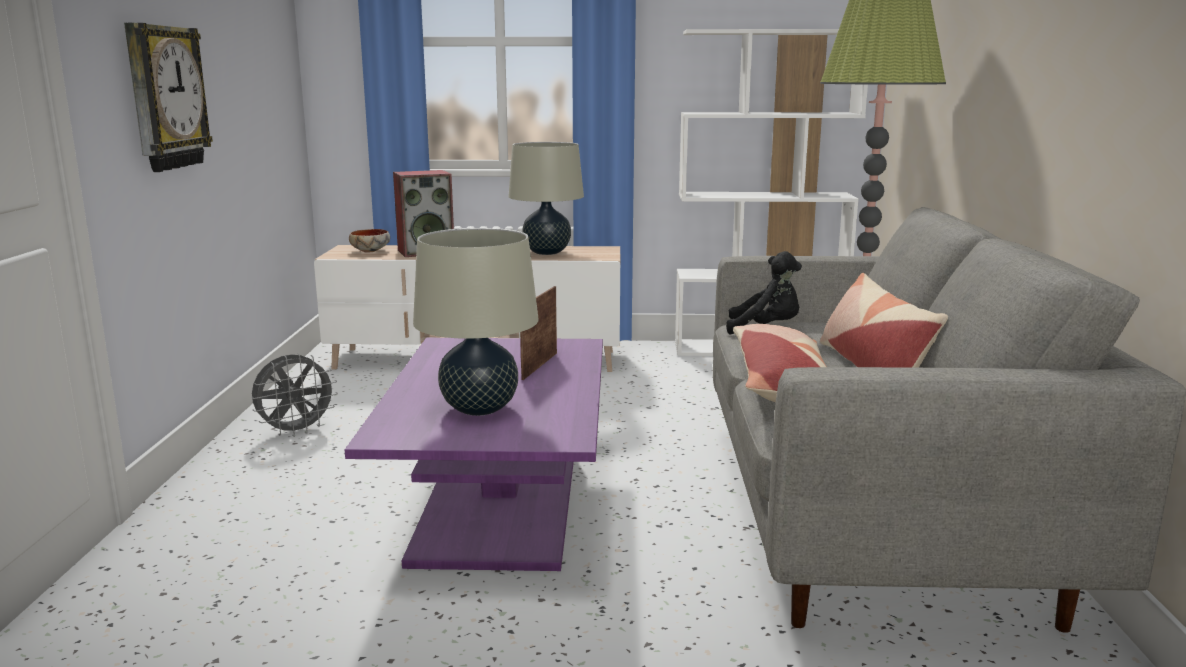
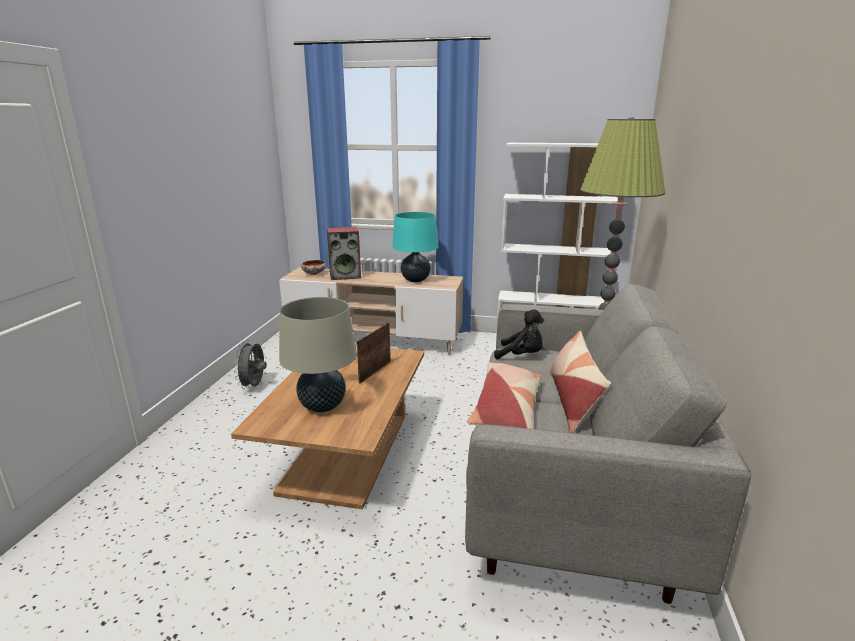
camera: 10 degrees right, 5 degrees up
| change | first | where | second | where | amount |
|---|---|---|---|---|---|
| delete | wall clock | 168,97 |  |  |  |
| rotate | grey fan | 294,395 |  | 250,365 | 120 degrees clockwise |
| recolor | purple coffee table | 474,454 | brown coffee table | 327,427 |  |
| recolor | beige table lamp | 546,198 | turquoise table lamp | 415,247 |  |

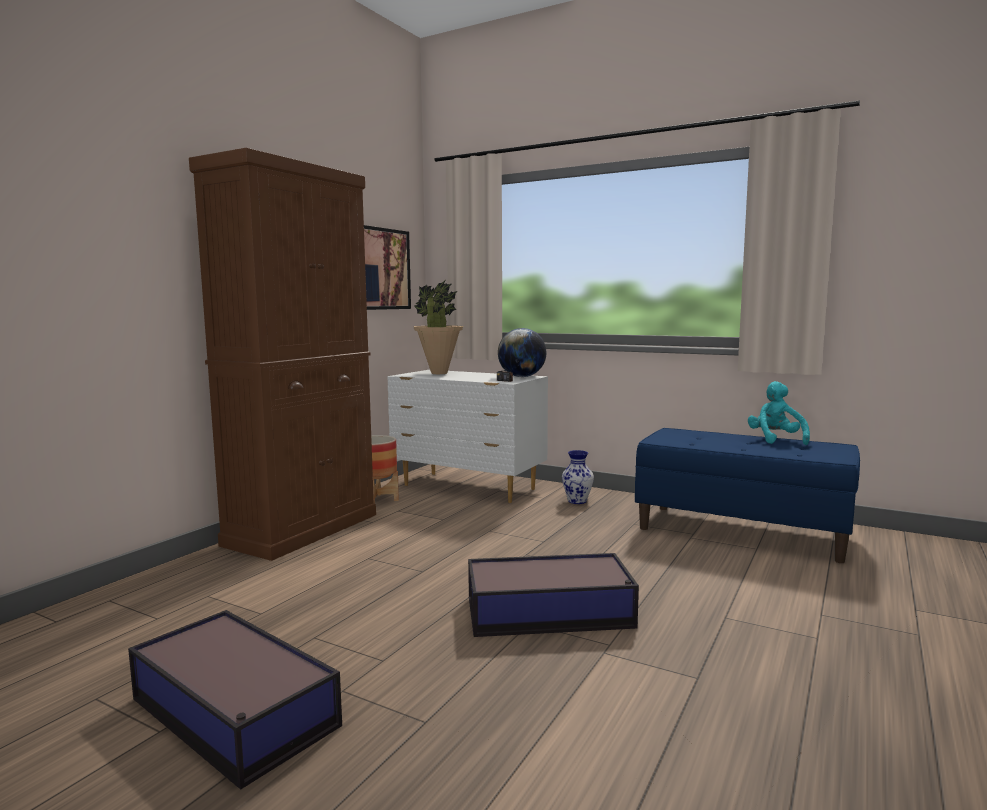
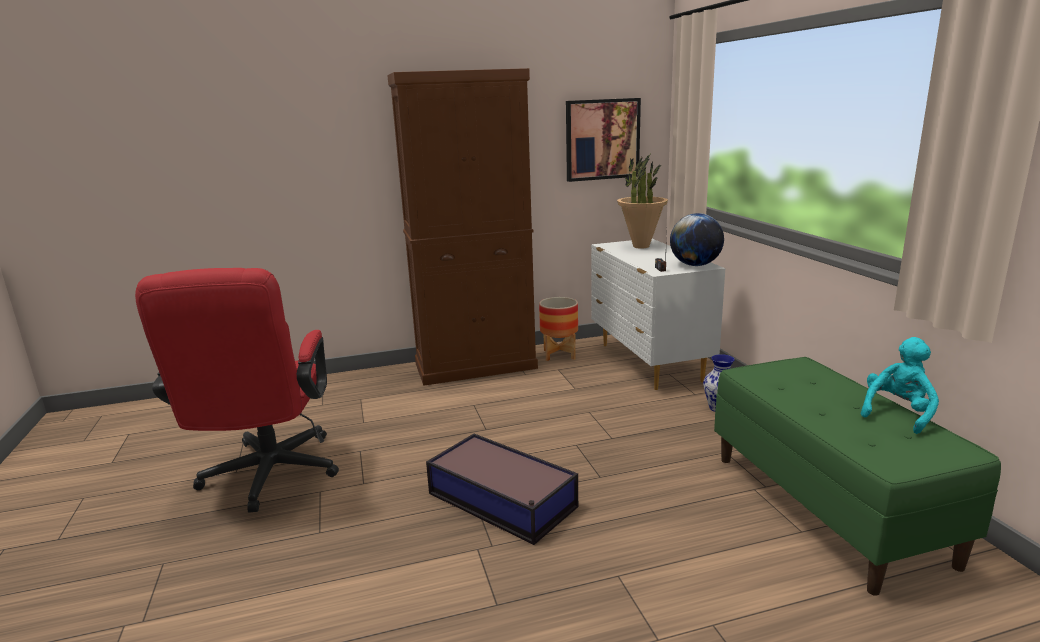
camera: 45 degrees right, 10 degrees up
| change | first | where | second | where | amount |
|---|---|---|---|---|---|
| replace | storage box | 235,700 | red office chair | 237,390 |  |
| recolor | blue bench | 747,495 | green bench | 857,476 |  |

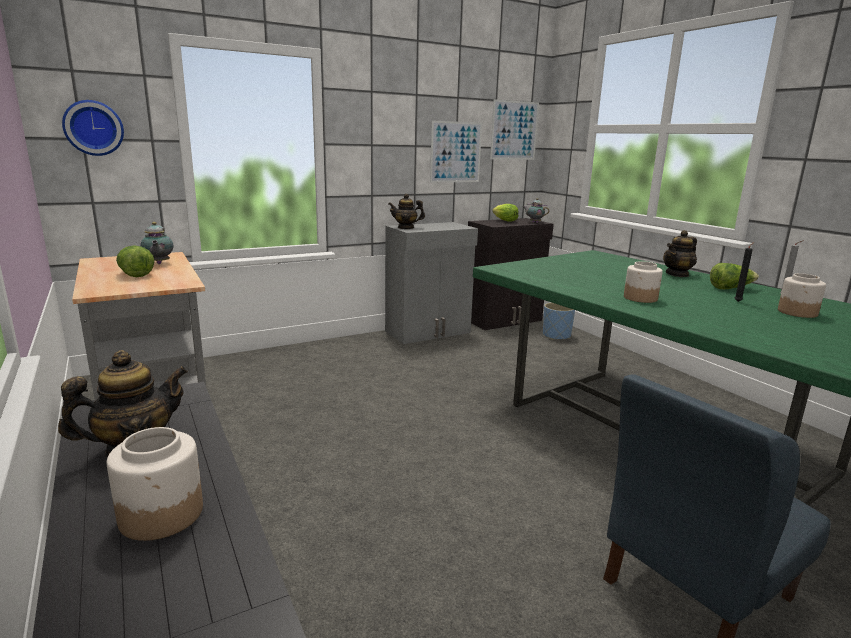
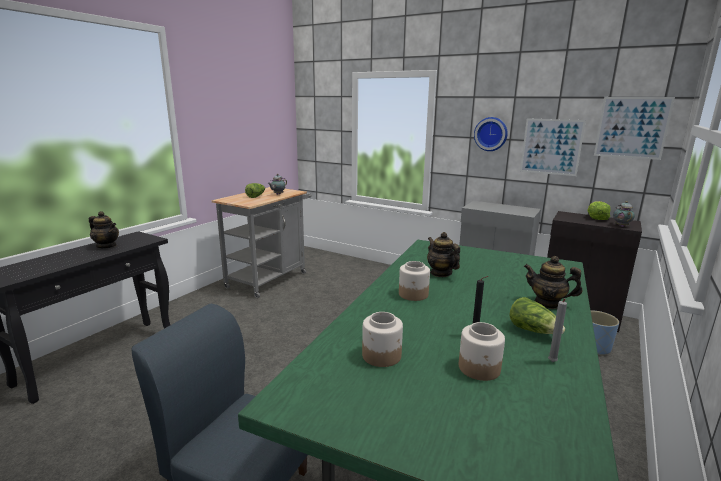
camera: 60 degrees right, 0 degrees up
| change | first | where | second | where | amount |
|---|---|---|---|---|---|
| move | wall clock | 93,128 |  | 491,134 |  |
| move | jar | 155,484 |  | 382,339 |  |
| move | teapot | 407,211 |  | 443,254 |  |

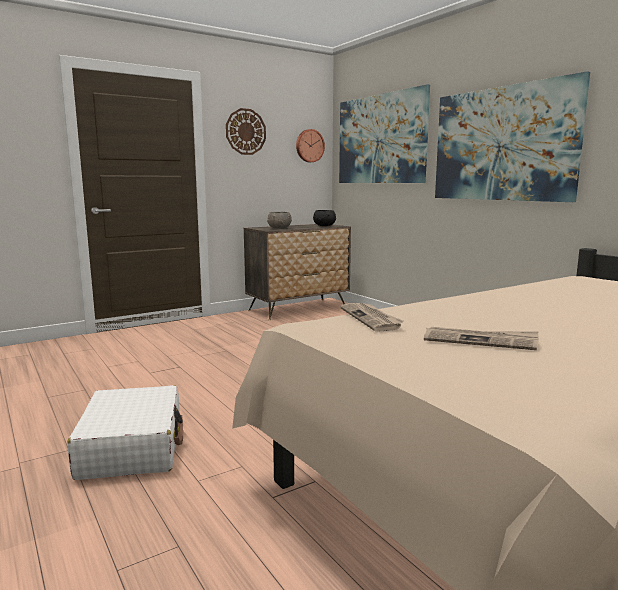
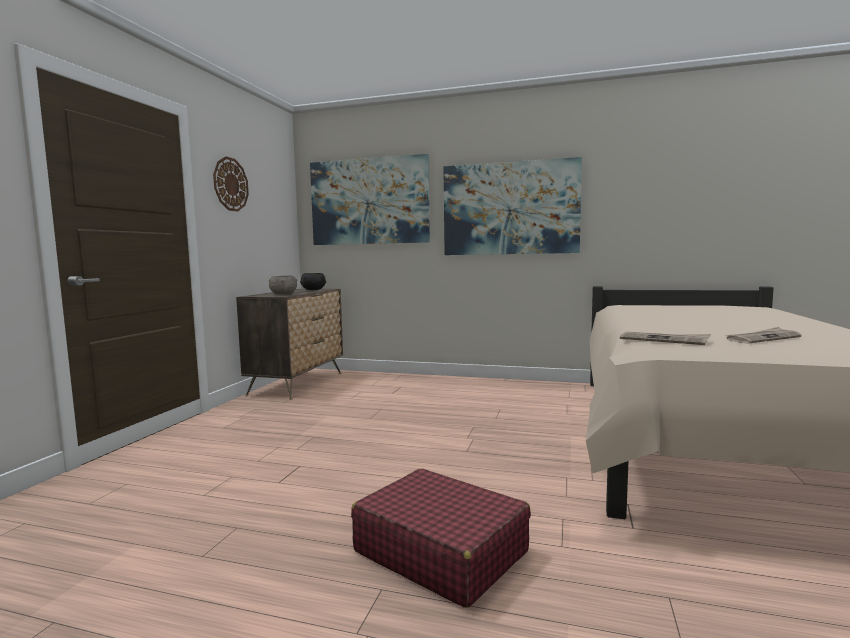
camera: 40 degrees left, 5 degrees down
| change | first | where | second | where | amount |
|---|---|---|---|---|---|
| recolor | white suitcase | 125,432 | red suitcase | 441,538 |  |
| delete | wall clock | 310,145 |  |  |  |

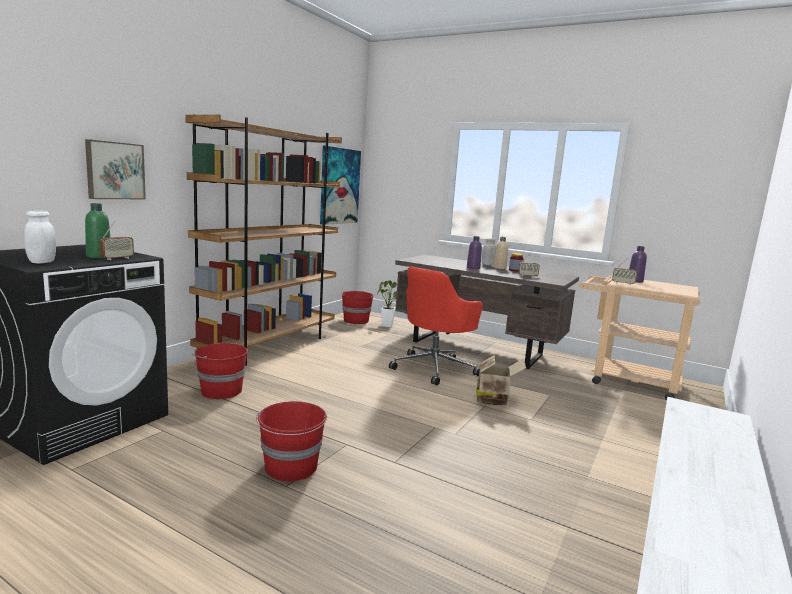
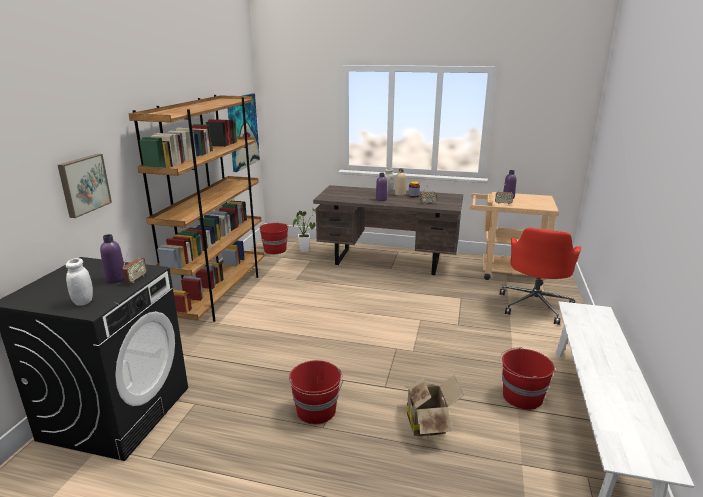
camera: 15 degrees left, 10 degrees up
| change | first | where | second | where | amount |
|---|---|---|---|---|---|
| recolor | green bottle | 97,230 | purple bottle | 112,258 |  |
| move | red bucket | 220,370 |  | 527,378 |  |
| move | red office chair | 436,326 |  | 540,276 |  |
| move | cardboard box | 501,380 |  | 435,406 |  |

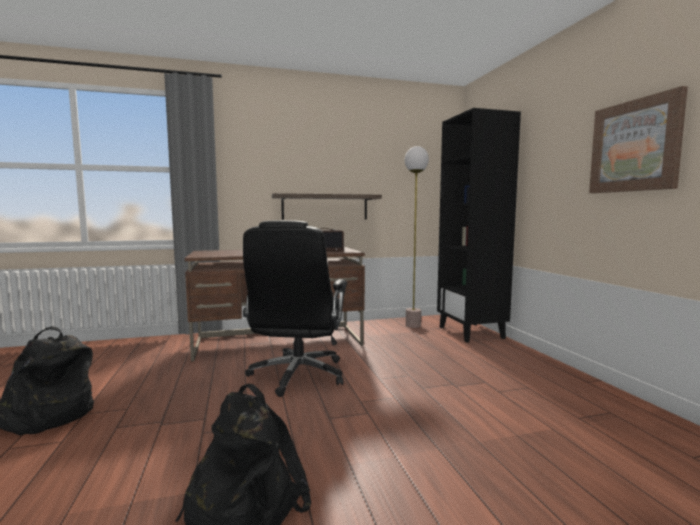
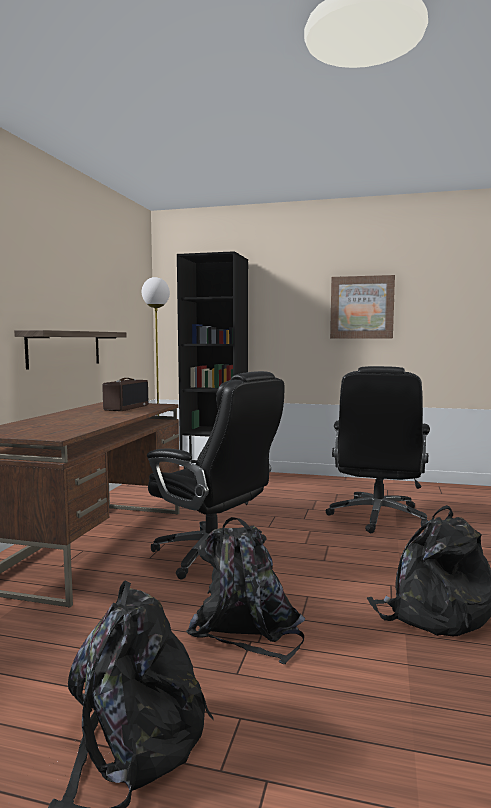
camera: 60 degrees left, 0 degrees up
| change | first | where | second | where | amount |
|---|---|---|---|---|---|
| insert |  |  | black backpack | 245,590 |  |
| insert |  |  | black office chair | 377,449 |  |

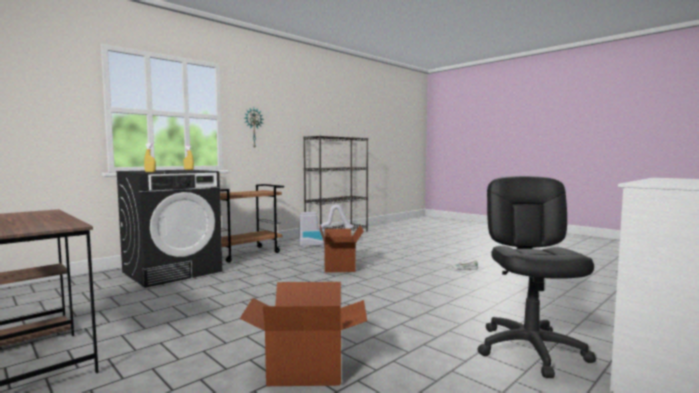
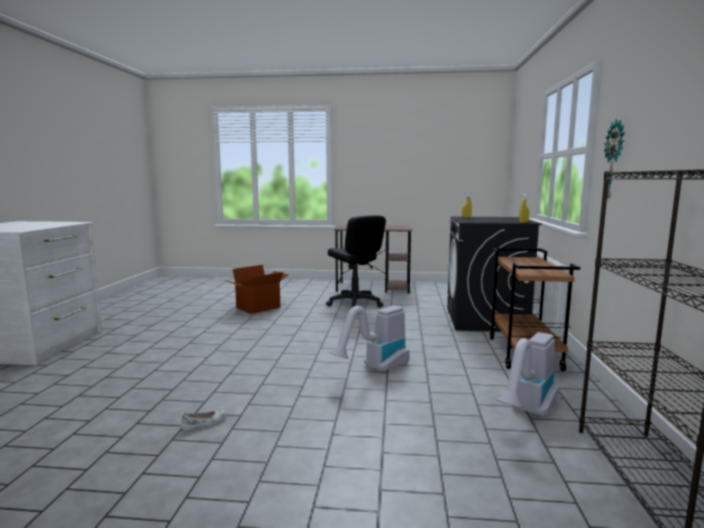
camera: 140 degrees right, 5 degrees up
| change | first | where | second | where | amount |
|---|---|---|---|---|---|
| replace | cardboard box | 342,249 | vacuum cleaner | 369,338 |  |
| move | black office chair | 536,277 |  | 356,261 |  |

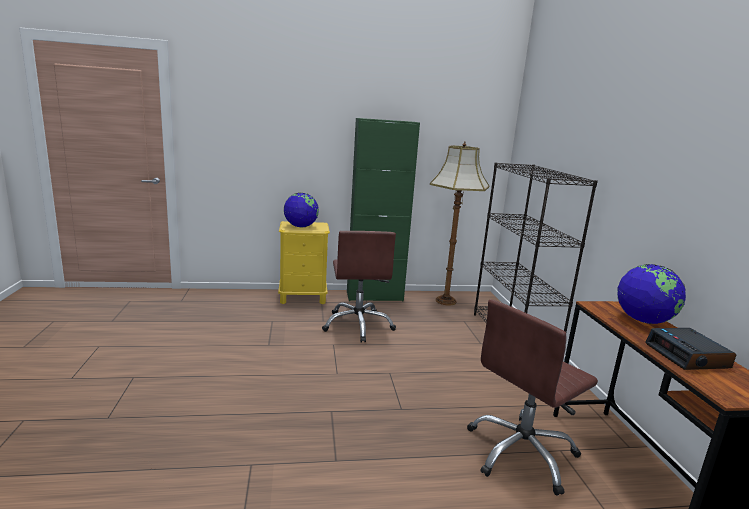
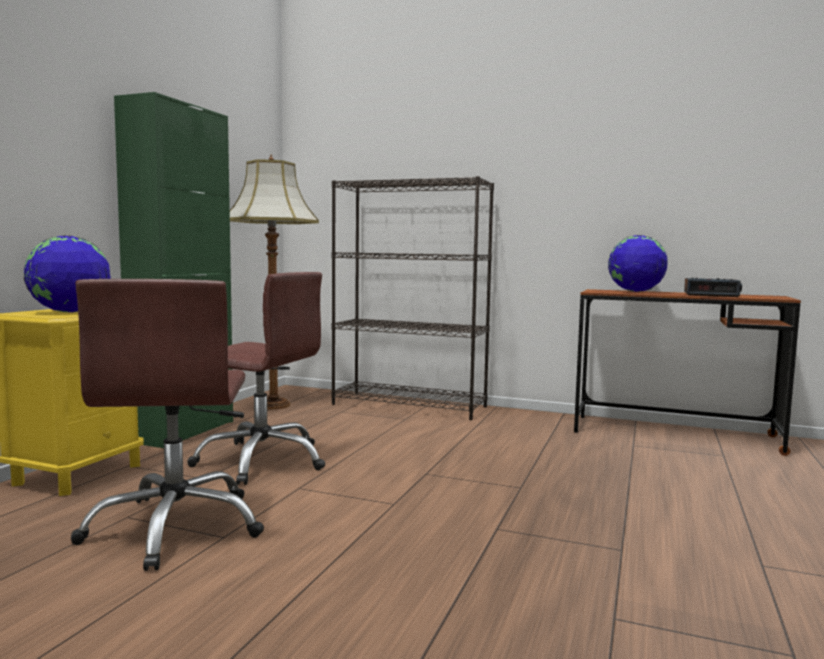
camera: 60 degrees left, 10 degrees down
| change | first | where | second | where | amount |
|---|---|---|---|---|---|
| move | brown office chair | 532,397 |  | 167,425 |  |

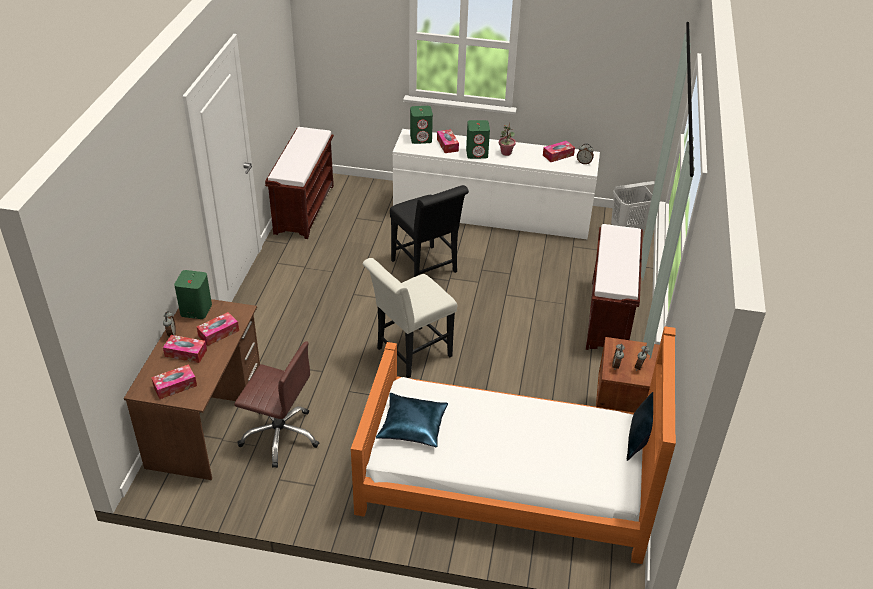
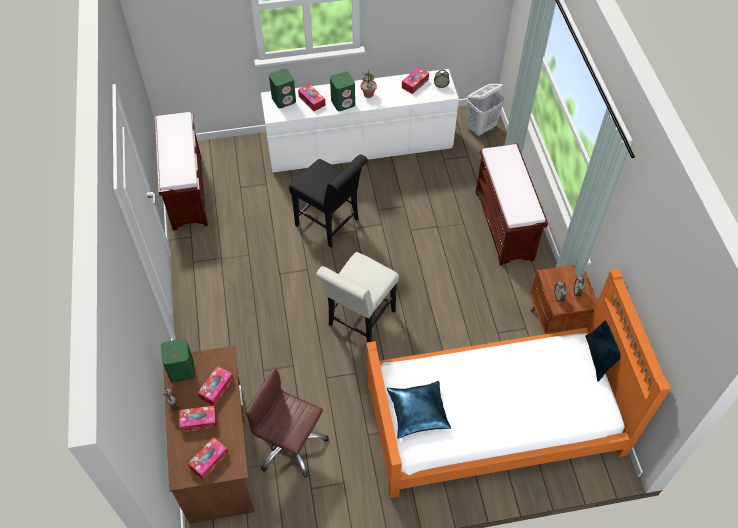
camera: 20 degrees left, 15 degrees up
| change | first | where | second | where | amount |
|---|---|---|---|---|---|
| rotate | brown office chair | 276,405 |  | 287,422 | 150 degrees counterclockwise |

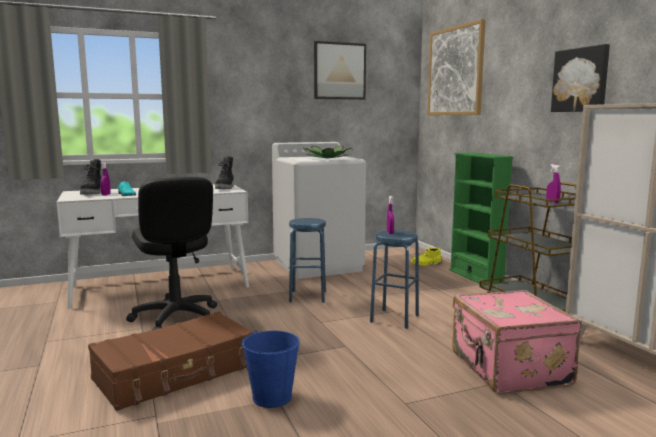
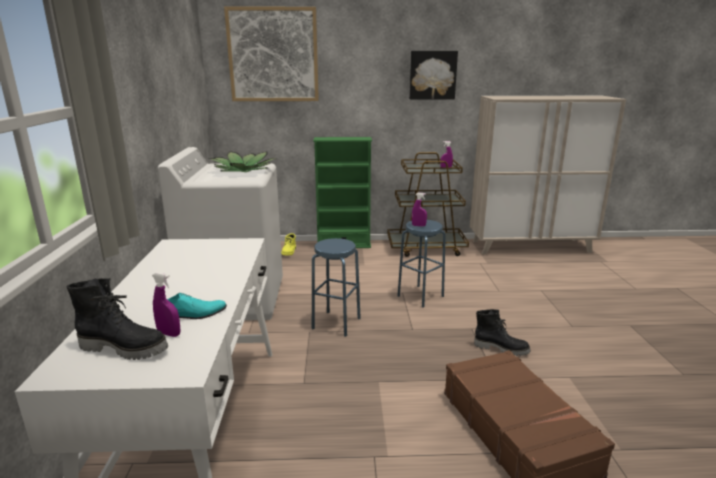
camera: 70 degrees left, 10 degrees up
| change | first | where | second | where | amount |
|---|---|---|---|---|---|
| delete | black office chair | 171,253 |  |  |  |
| move | black boot | 224,172 |  | 502,332 |  |
| delete | blue bucket | 271,369 |  |  |  |
| delete | picture | 340,70 |  |  |  |
| delete | pink suitcase | 517,342 |  |  |  |

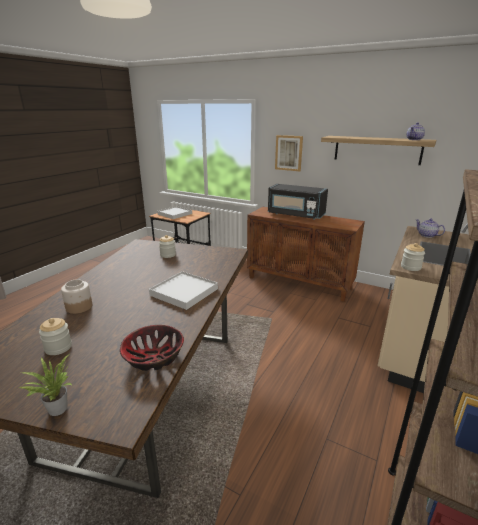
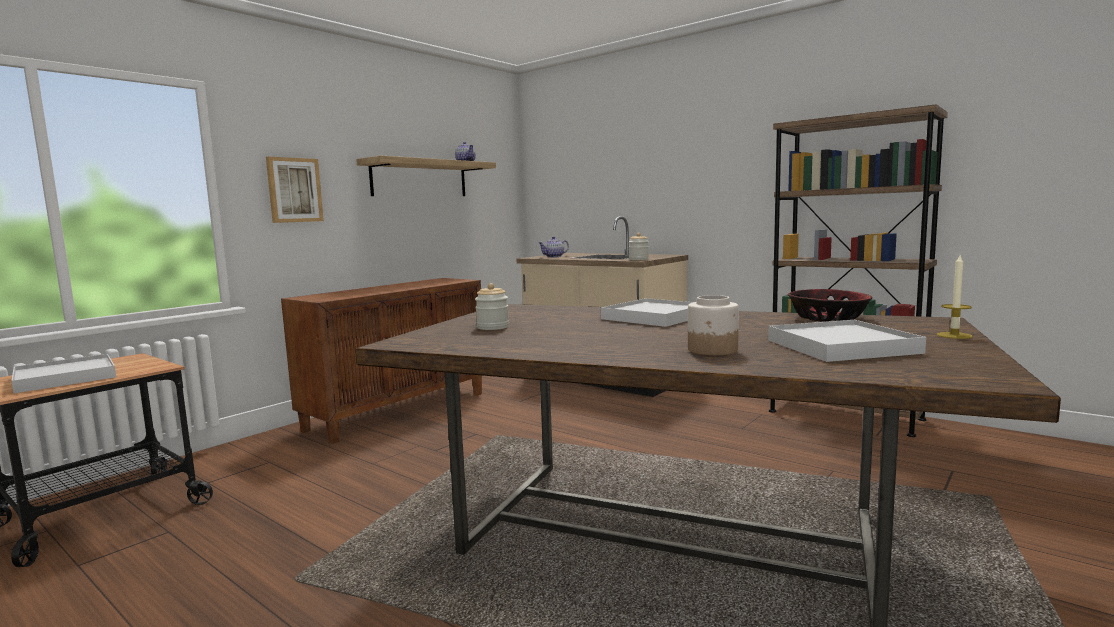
camera: 80 degrees left, 15 degrees down
| change | first | where | second | where | amount |
|---|---|---|---|---|---|
| replace | potted plant | 45,385 | candle | 955,297 |  |
| replace | jar | 55,336 | white tray | 847,341 |  |
| delete | black microwave | 298,202 |  |  |  |

